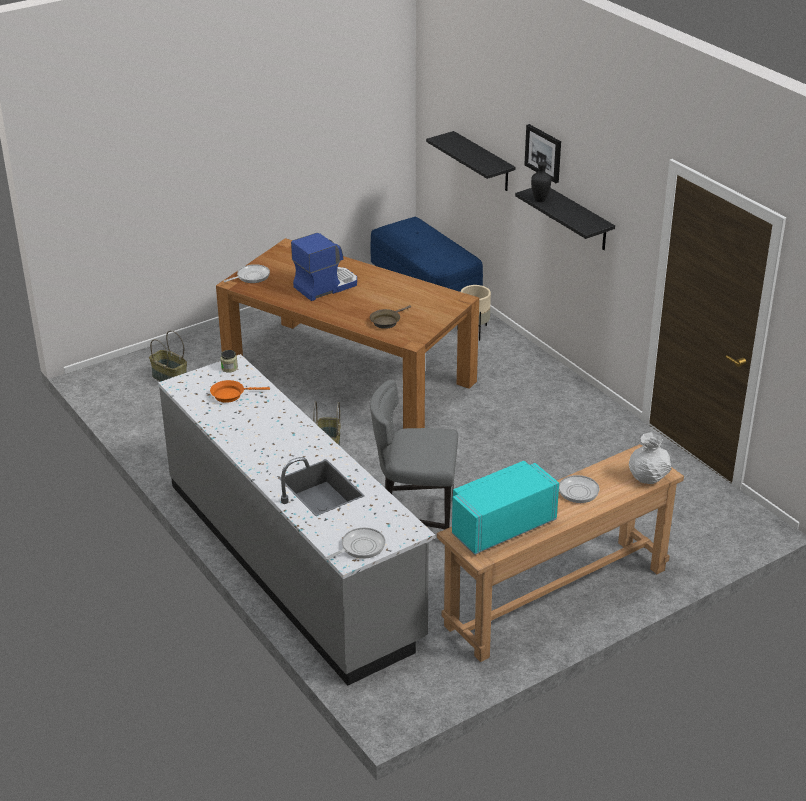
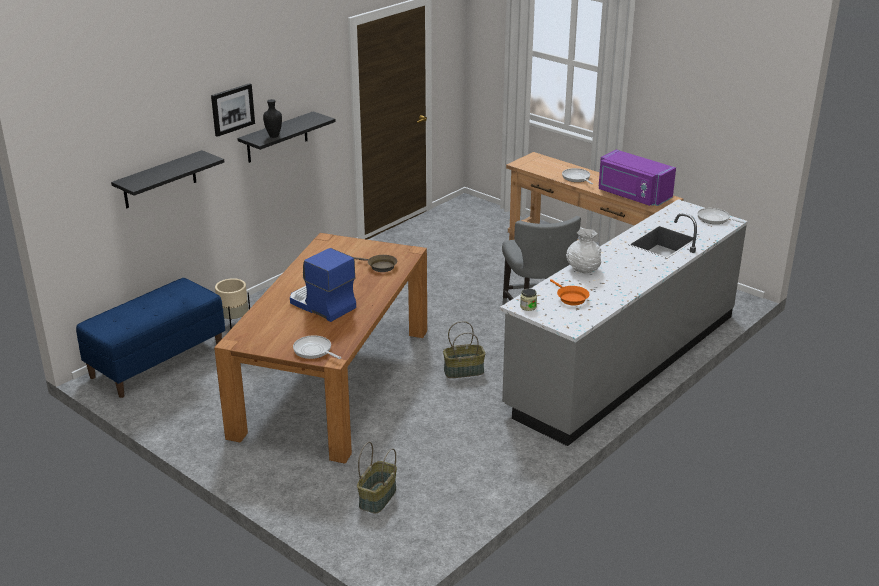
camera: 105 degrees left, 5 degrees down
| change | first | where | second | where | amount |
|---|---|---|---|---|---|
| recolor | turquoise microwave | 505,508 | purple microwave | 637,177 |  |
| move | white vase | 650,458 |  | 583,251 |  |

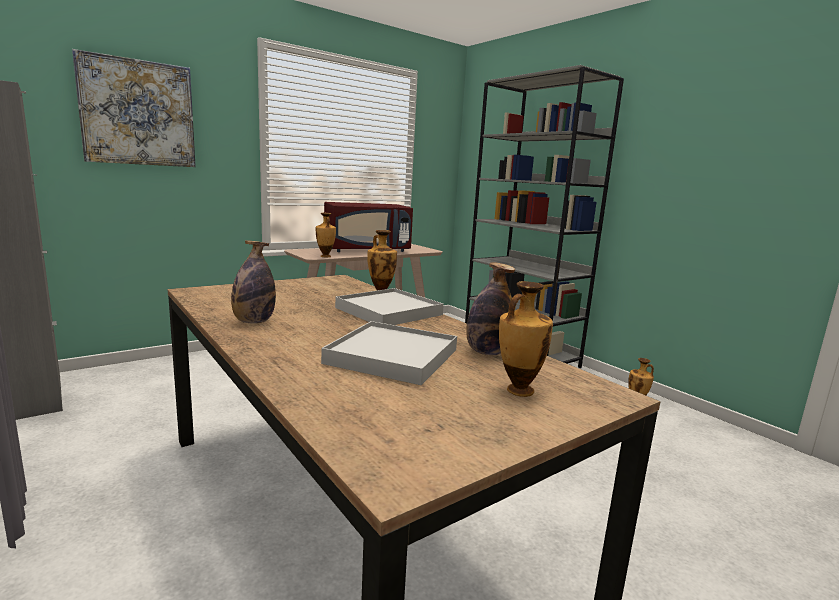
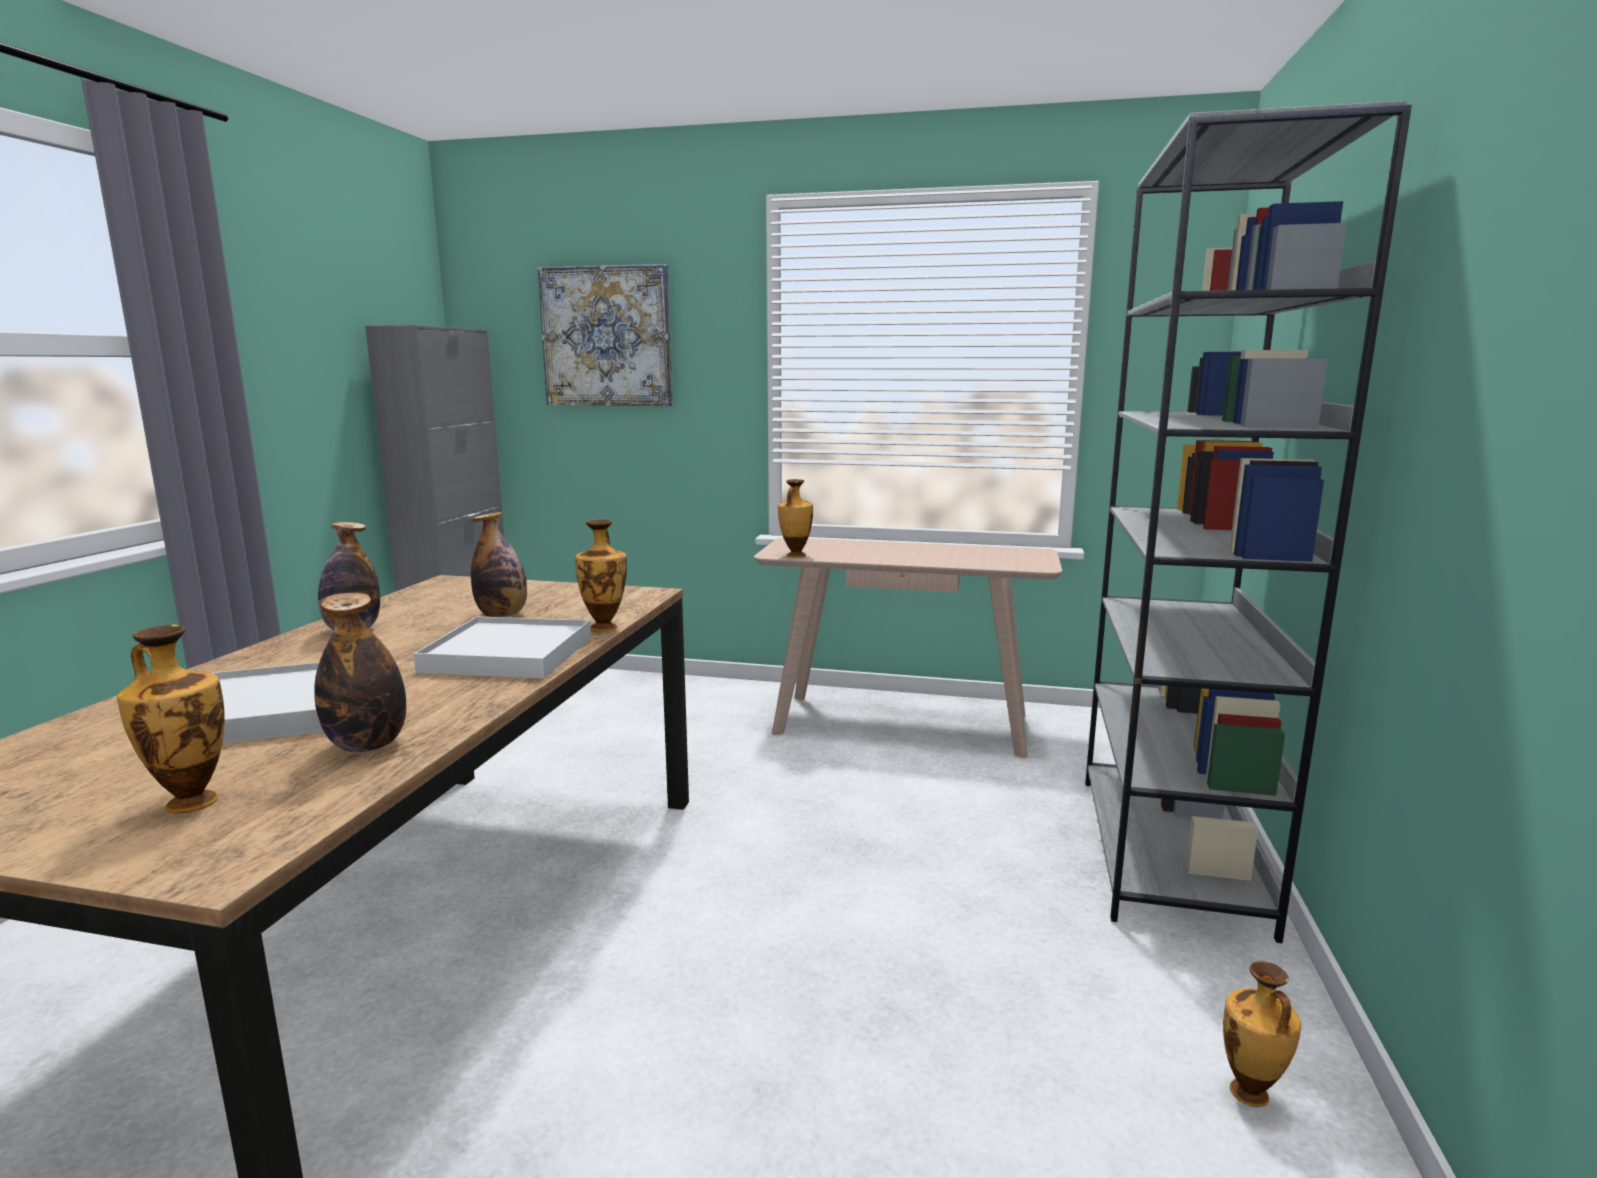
camera: 50 degrees right, 0 degrees up
| change | first | where | second | where | amount |
|---|---|---|---|---|---|
| delete | red microwave | 368,227 |  |  |  |
| insert |  |  | bottle | 499,564 |  |

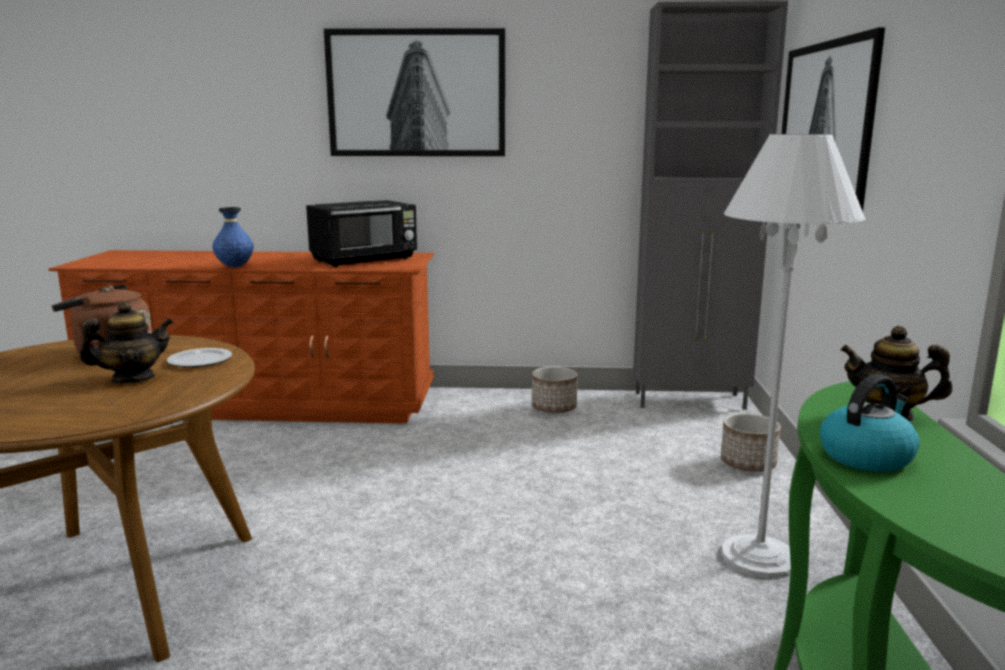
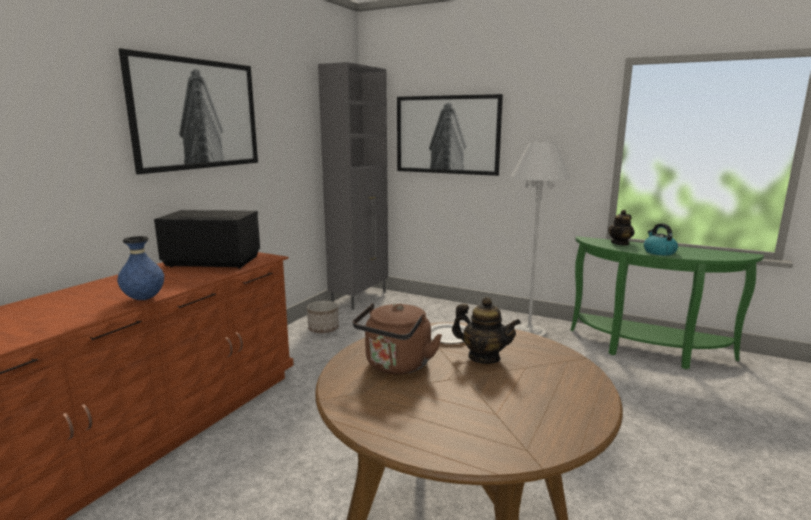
camera: 65 degrees left, 0 degrees up
| change | first | where | second | where | amount |
|---|---|---|---|---|---|
| rotate | teapot | 126,342 |  | 486,330 | 120 degrees clockwise |
| rotate | black microwave | 361,233 |  | 207,239 | 75 degrees counterclockwise |
| delete | planter | 751,443 |  |  |  |

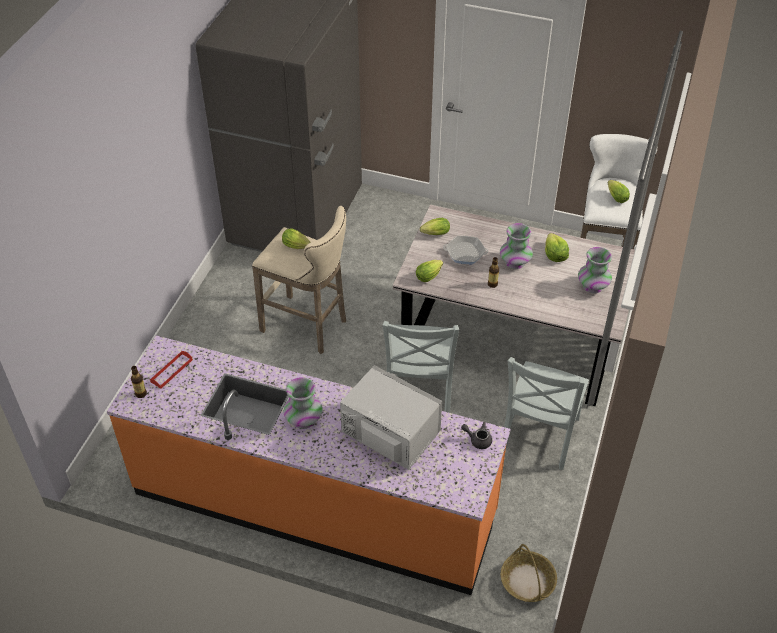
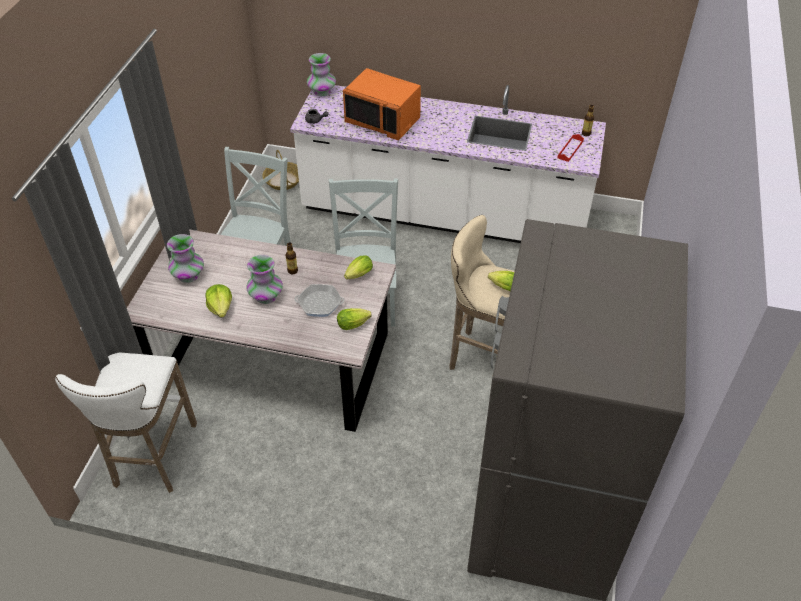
camera: 175 degrees right, 0 degrees up
| change | first | where | second | where | amount |
|---|---|---|---|---|---|
| recolor | orange counter | 309,465 | white counter | 448,164 |  |
| move | vase | 303,403 |  | 321,74 |  |
| recolor | grey microwave | 391,417 | orange microwave | 382,104 |  |
| delete | lettuce | 619,191 |  |  |  |

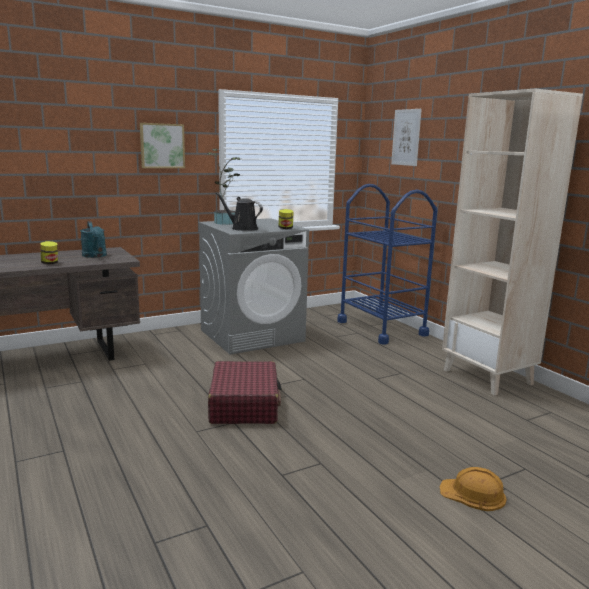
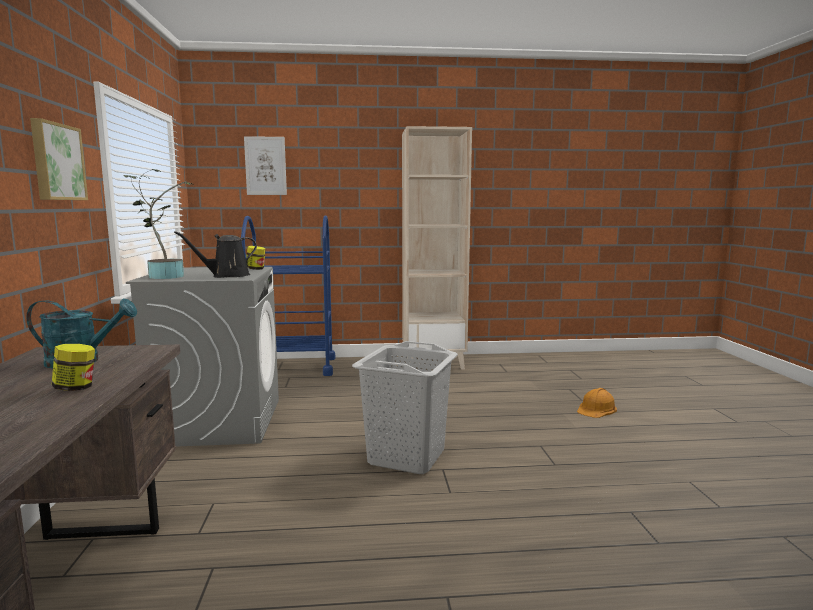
camera: 65 degrees left, 5 degrees down
| change | first | where | second | where | amount |
|---|---|---|---|---|---|
| replace | red suitcase | 245,392 | grey laundry basket | 405,407 |  |

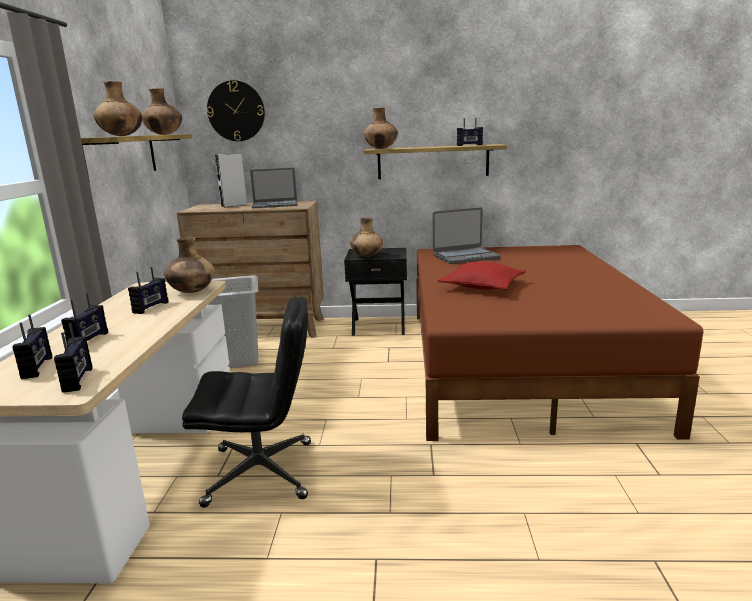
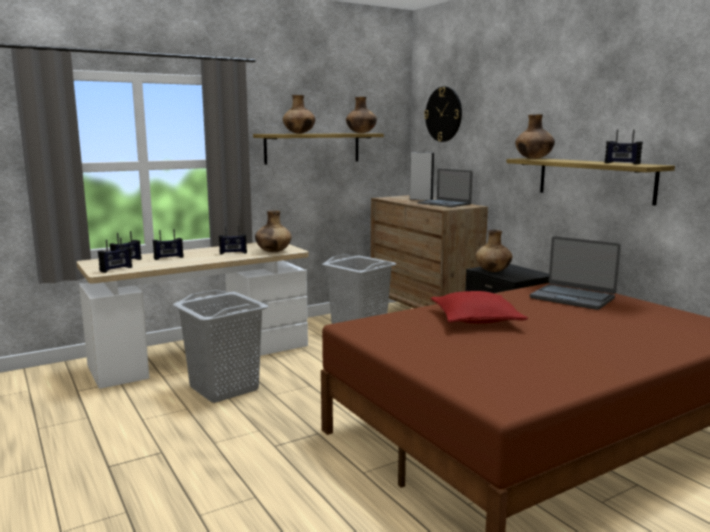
camera: 55 degrees right, 5 degrees down
| change | first | where | second | where | amount |
|---|---|---|---|---|---|
| replace | black office chair | 246,402 | grey laundry basket | 220,346 |  |

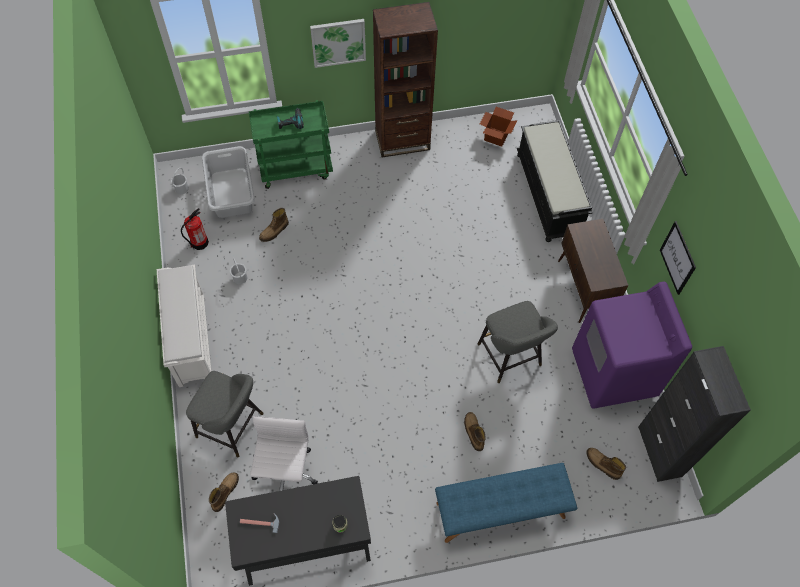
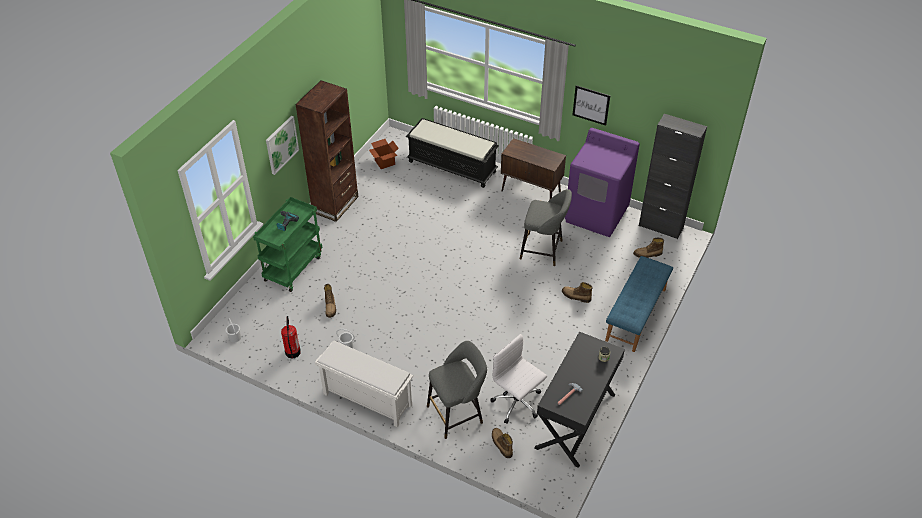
camera: 50 degrees left, 15 degrees down
| change | first | where | second | where | amount |
|---|---|---|---|---|---|
| delete | grey laundry basket | 228,182 |  |  |  |

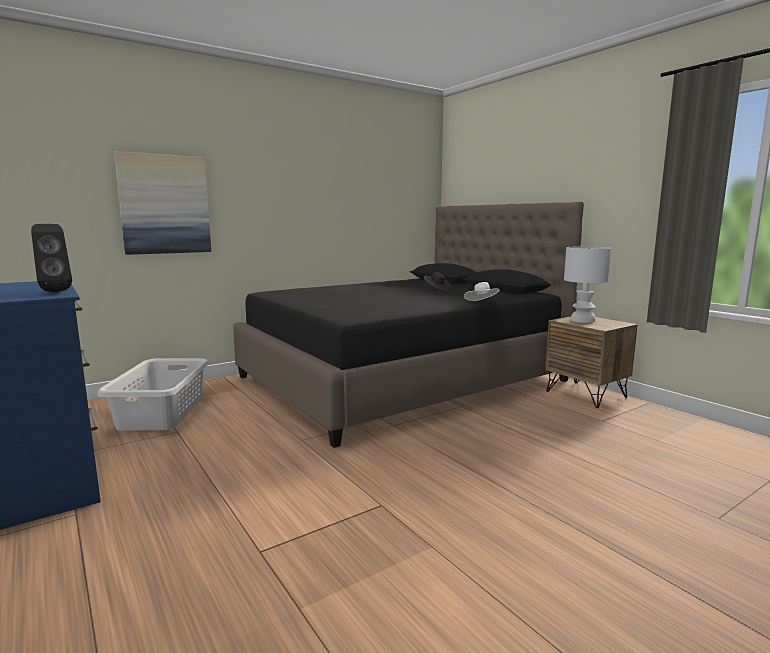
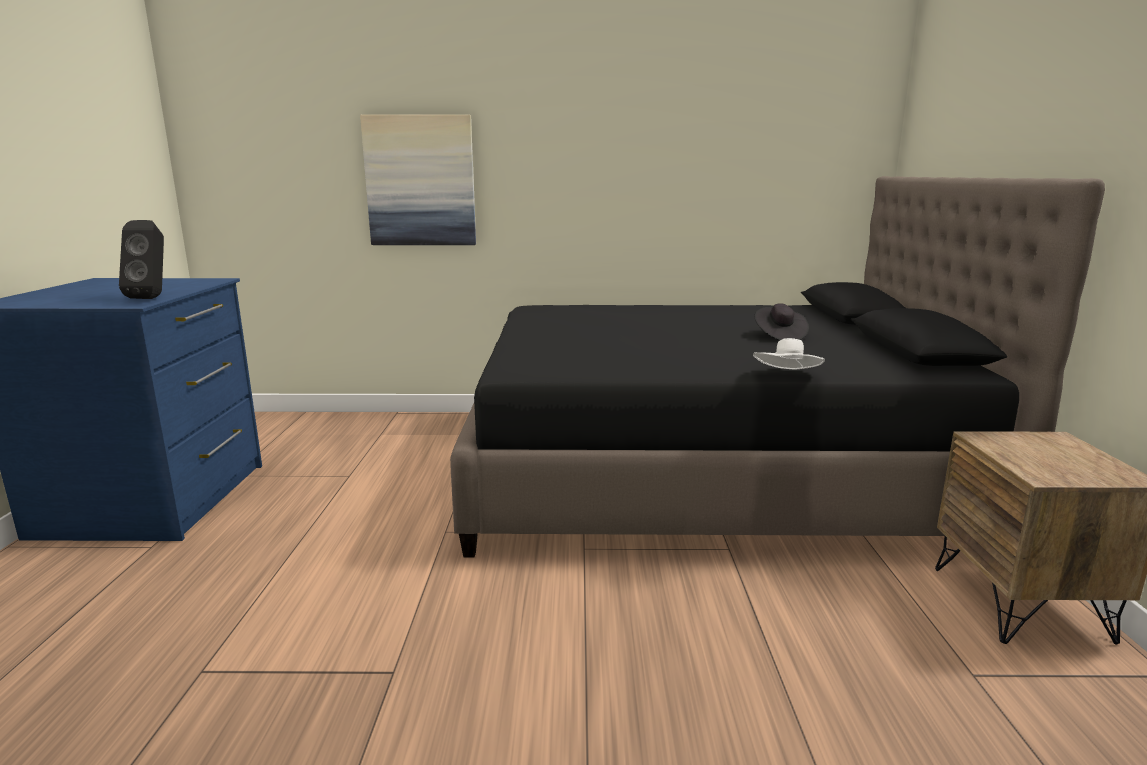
camera: 35 degrees right, 5 degrees up
| change | first | where | second | where | amount |
|---|---|---|---|---|---|
| delete | grey laundry basket | 153,394 |  |  |  |
| delete | white table lamp | 587,285 |  |  |  |

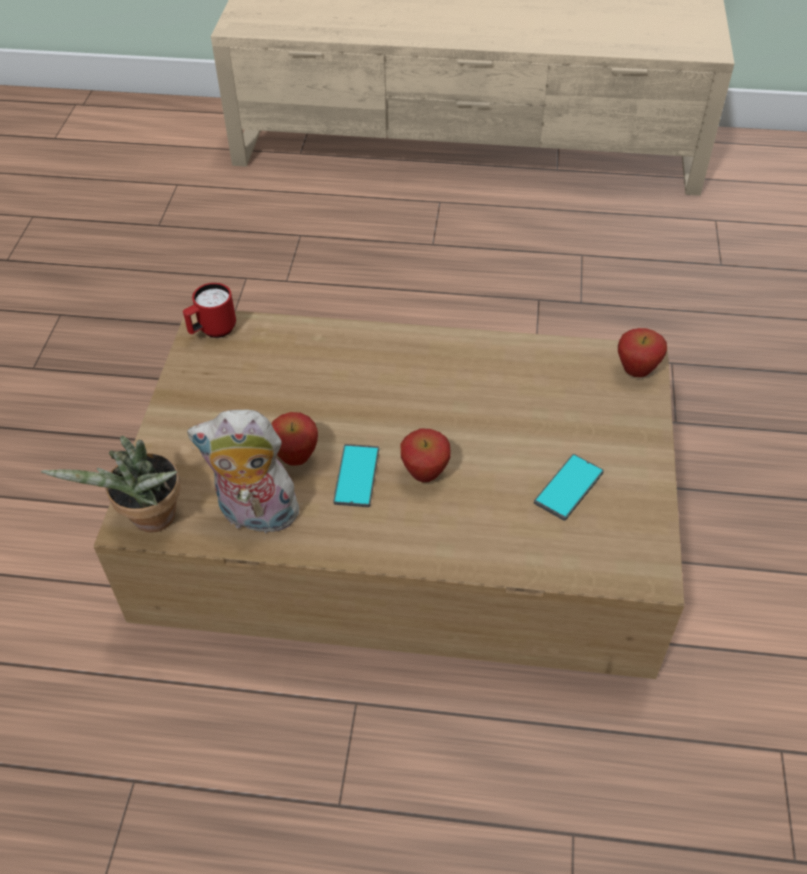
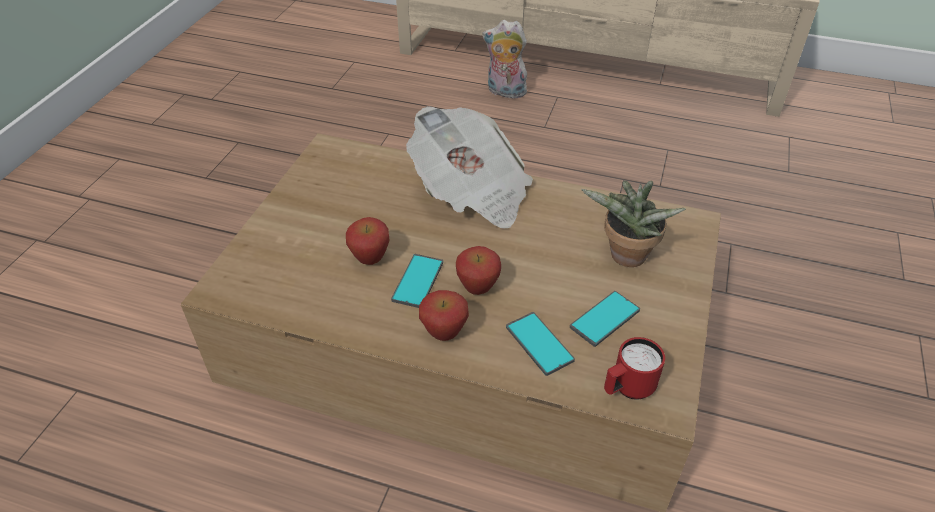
camera: 10 degrees right, 5 degrees down
| change | first | where | second | where | amount |
|---|---|---|---|---|---|
| move | potted plant | 111,484 |  | 633,223 |  |
| move | red mug | 209,310 |  | 634,368 |  |
| move | plush toy | 245,471 |  | 505,59 |  |
| move | apple | 642,352 |  | 444,315 |  |
| insert |  |  | newspaper | 469,167 |  |
| insert |  |  | phone | 540,344 |  |

